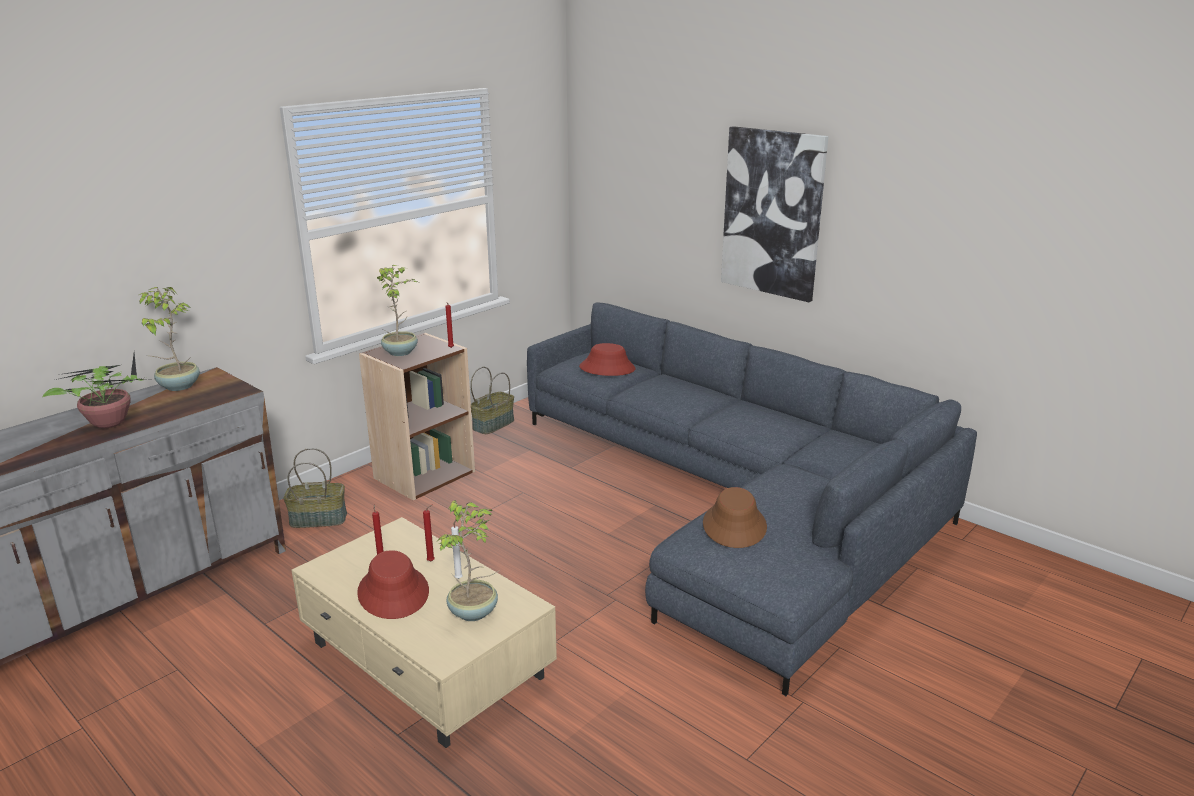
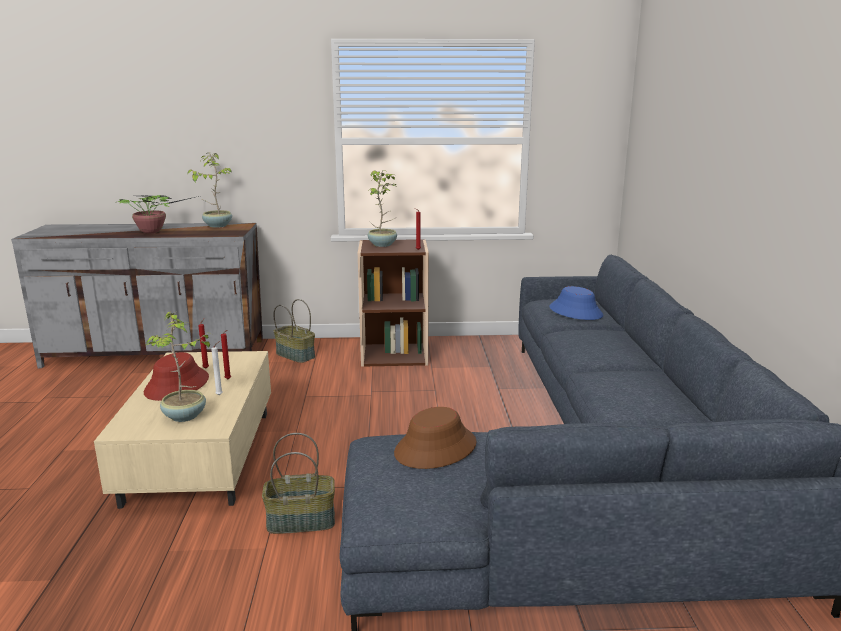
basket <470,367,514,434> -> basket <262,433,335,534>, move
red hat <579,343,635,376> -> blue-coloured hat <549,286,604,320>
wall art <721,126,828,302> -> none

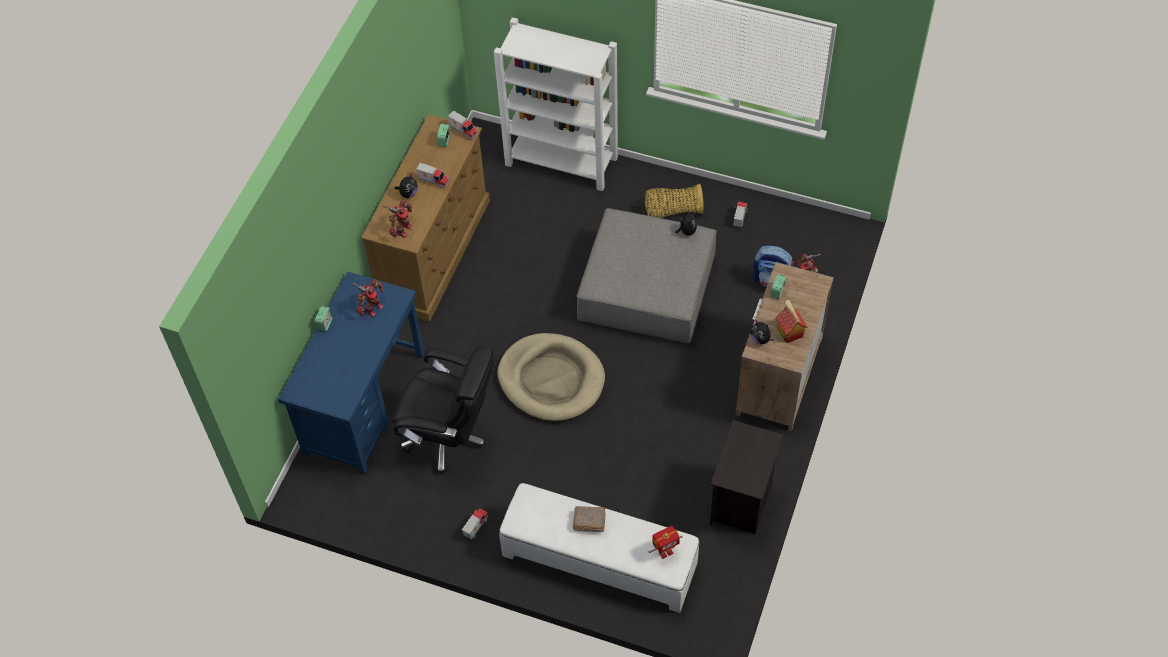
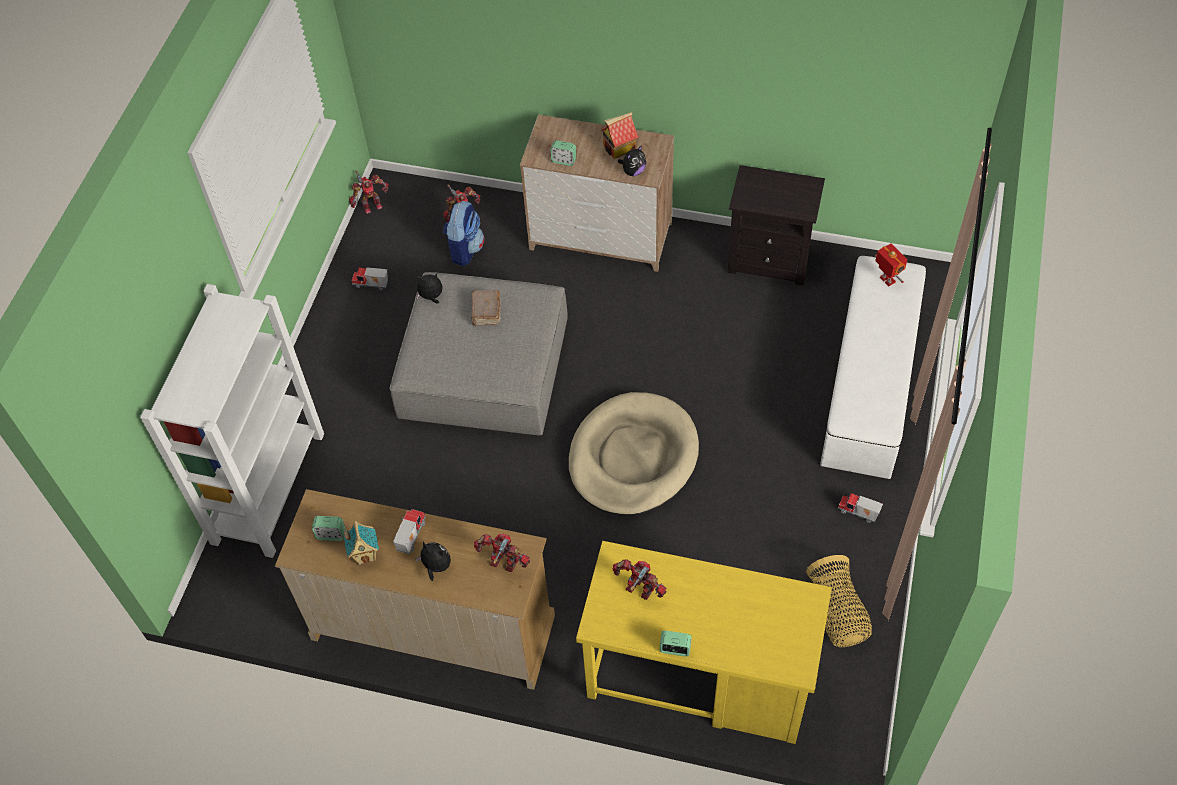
blue-coloured desk <278,272,424,474> -> yellowish desk <576,541,832,744>
black-coloured computer chair <392,346,494,473> -> none
toy lorry <448,111,478,140> -> none
brown-coloured bound book <573,506,606,532> -> brown-coloured bound book <471,290,500,326>, move
basket <645,184,704,218> -> basket <806,555,872,647>, move
none -> toy house <344,521,379,565>
none -> toy robot <349,171,389,214>

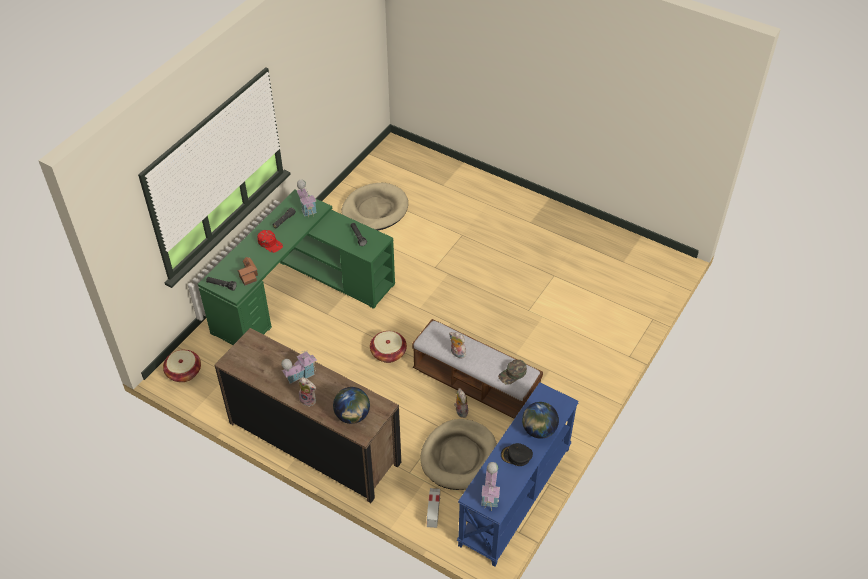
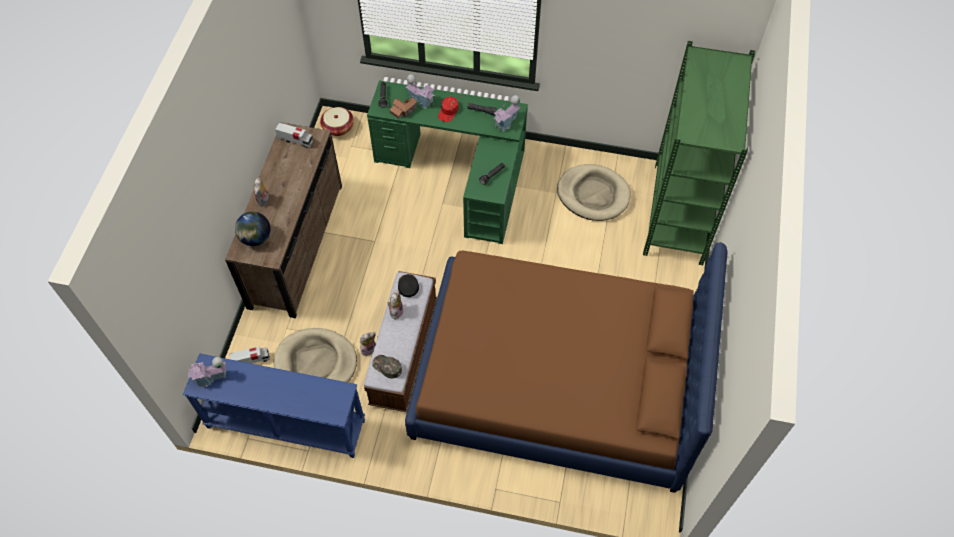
toy house <281,351,317,384> -> toy house <406,74,435,109>, move
basket <370,331,407,363> -> none
black-coloured peaked cap <501,443,533,466> -> black-coloured peaked cap <398,274,419,297>, move
globe <522,402,559,439> -> none
none -> toy lorry <275,122,313,148>
none -> brown-coloured bedroom bed <405,242,727,493>
none -> greenish bookshelf <643,41,755,265>

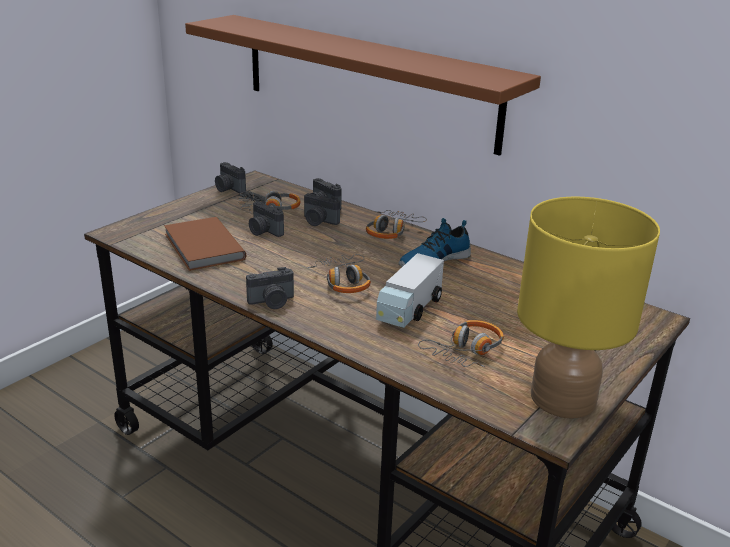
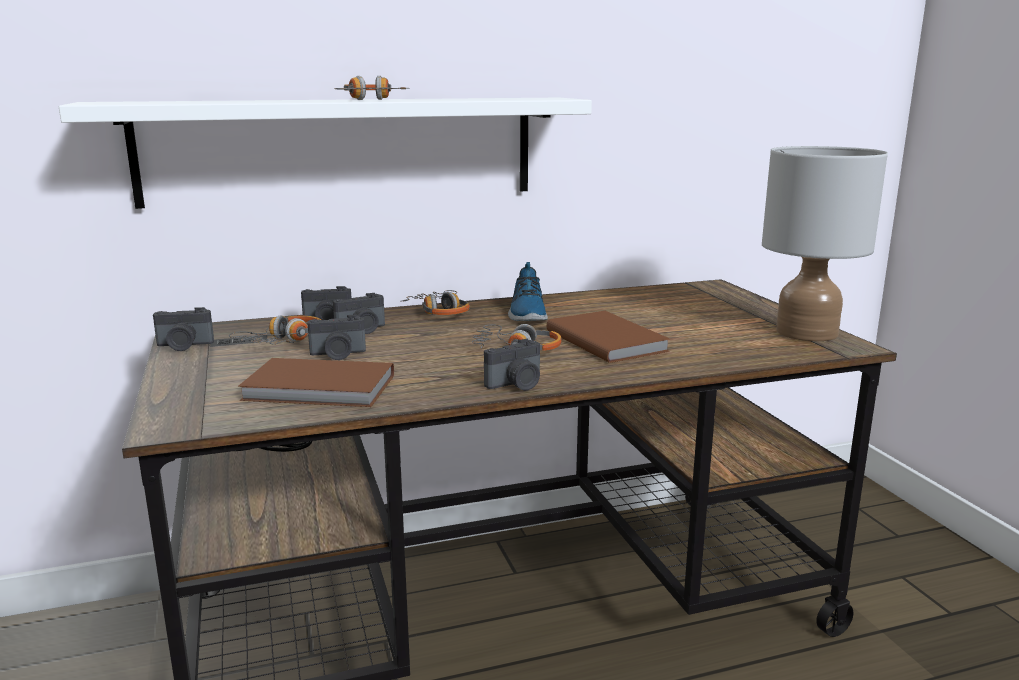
brown-coloured shelf <185,15,541,156> -> white-coloured shelf <59,98,592,209>
photo camera <246,267,294,309> -> photo camera <484,339,540,391>, 45 degrees clockwise
toy lorry <376,253,444,328> -> brown-coloured bound book <547,311,670,363>
pair of headphones <418,320,504,367> -> pair of headphones <334,76,410,100>, move
yellowish table lamp <517,197,660,418> -> grey table lamp <762,146,888,341>

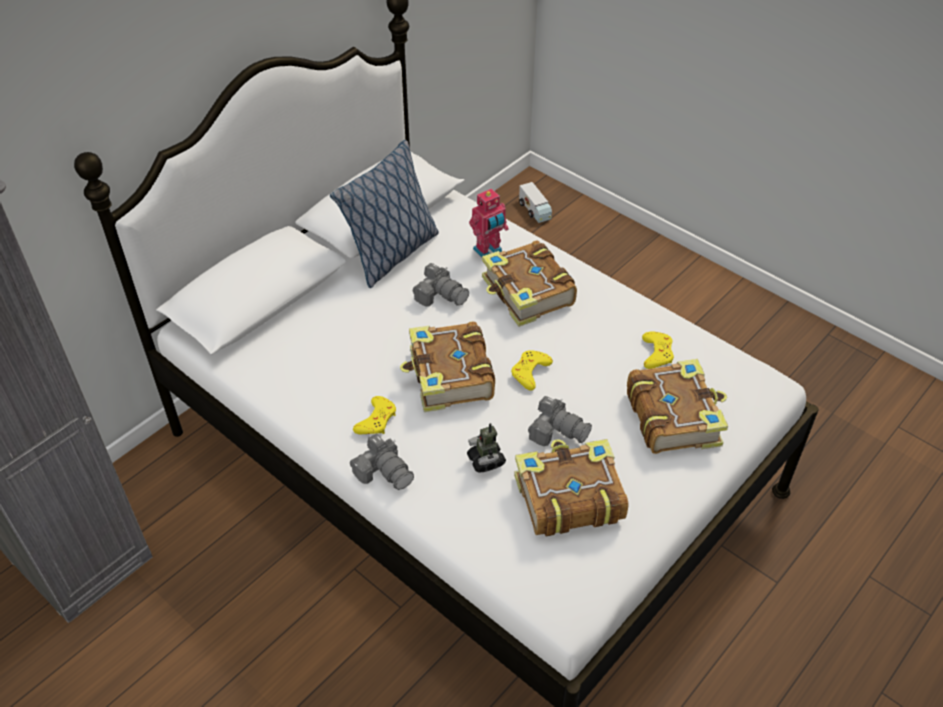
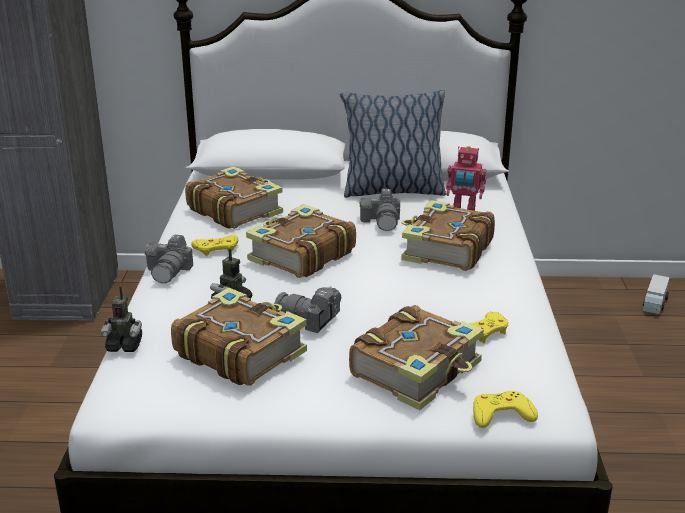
yellowish joypad <511,350,553,390> -> yellowish joypad <473,391,538,428>, move
photo camera <528,396,592,446> -> photo camera <274,286,341,333>, 120 degrees clockwise
none -> toy robot <101,286,142,352>
none -> bound book <185,166,283,229>

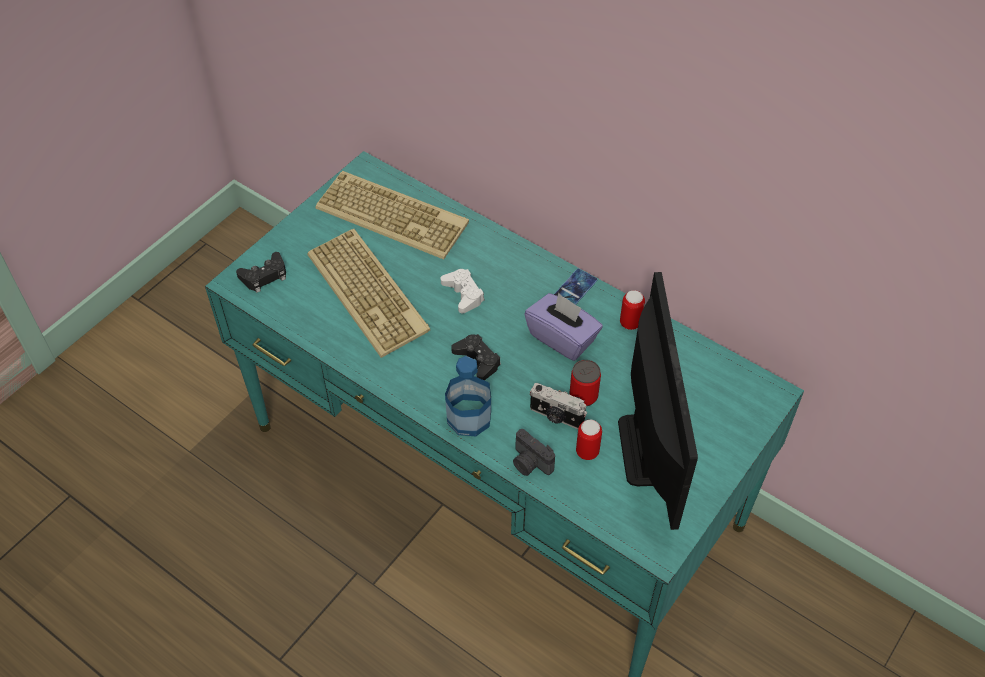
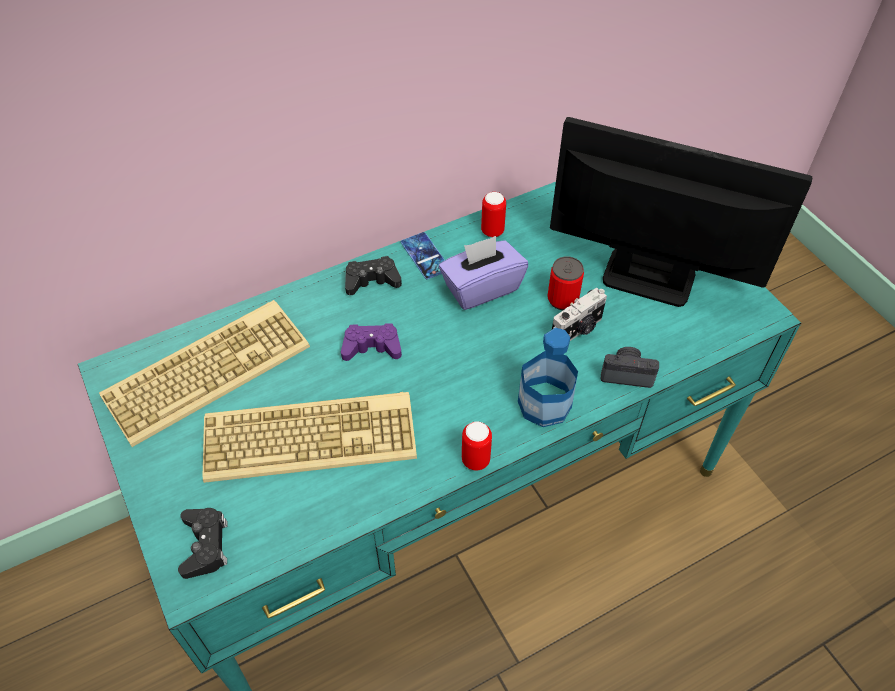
white-coloured joypad <441,269,485,313> -> purple-coloured joypad <341,323,402,361>
black-coloured joypad <451,334,501,380> -> black-coloured joypad <345,256,402,295>, move
photo camera <513,429,555,476> -> photo camera <601,347,659,388>, 150 degrees counterclockwise
metal can <576,419,602,460> -> metal can <462,421,492,471>, move

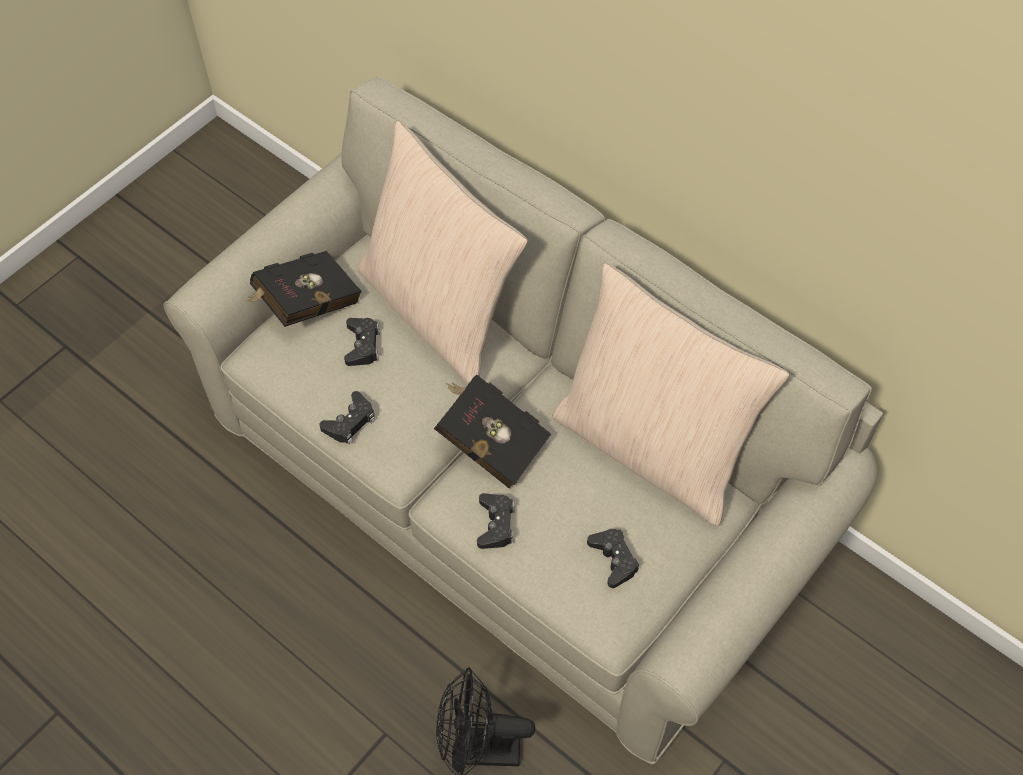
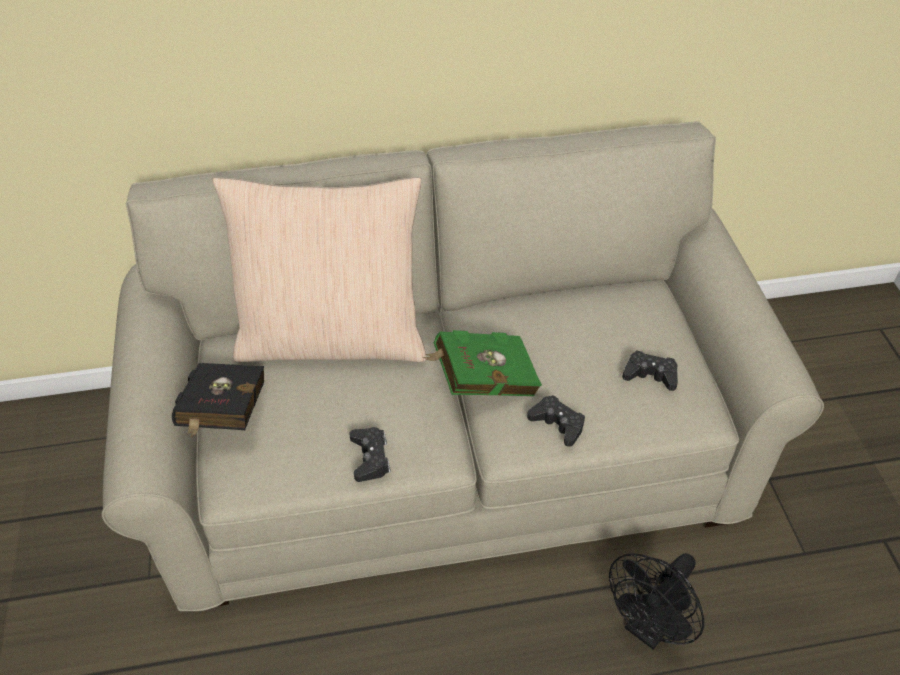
black-coloured joypad <344,318,380,366> -> none
black-coloured bound book <434,375,551,488> -> greenish bound book <423,330,542,396>
beige throw pillow <552,263,790,526> -> none

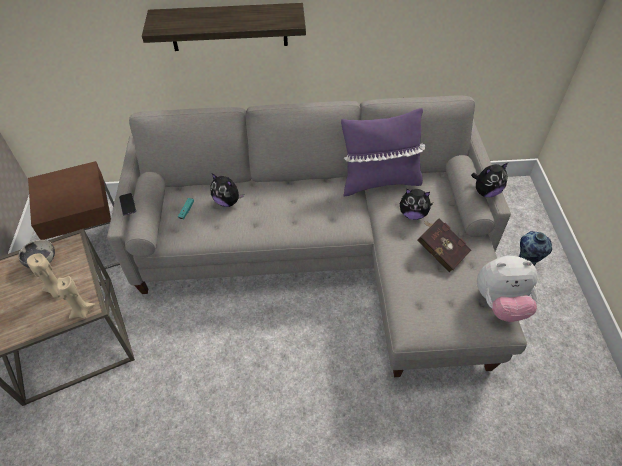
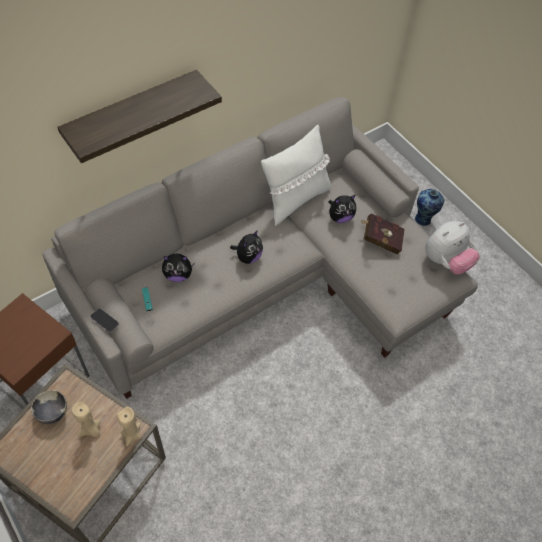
purple-coloured throw pillow <341,108,425,196> -> white-coloured throw pillow <261,125,331,226>
plush toy <471,163,508,197> -> plush toy <230,230,263,264>, move

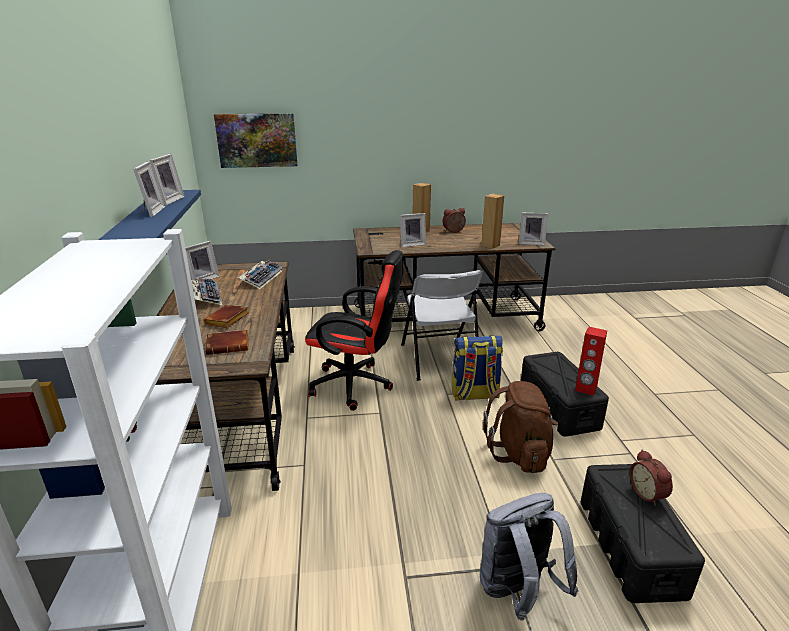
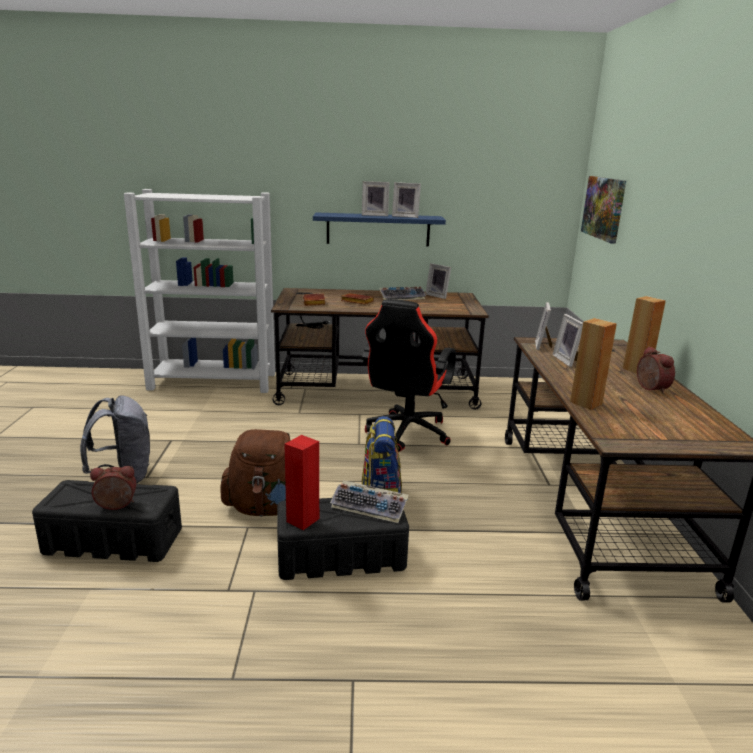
PC keyboard <238,260,282,289> -> PC keyboard <330,480,409,523>, move
white-coloured upright chair <401,270,483,381> -> none
picture frame <519,213,548,245> -> picture frame <535,302,552,350>, move

